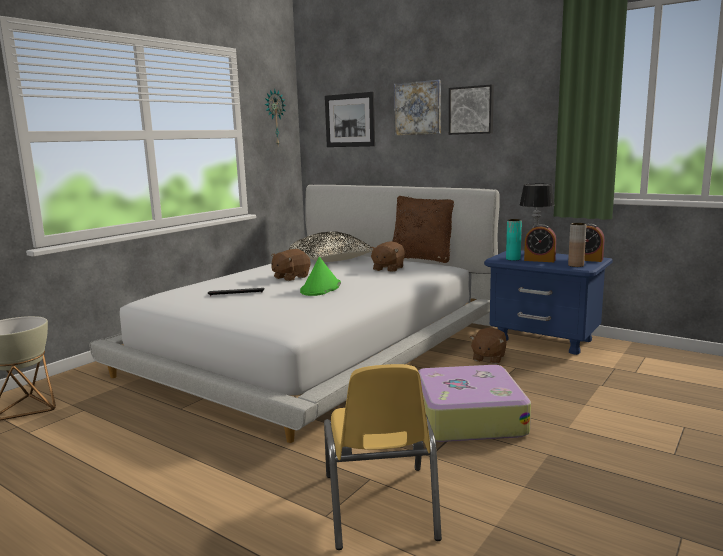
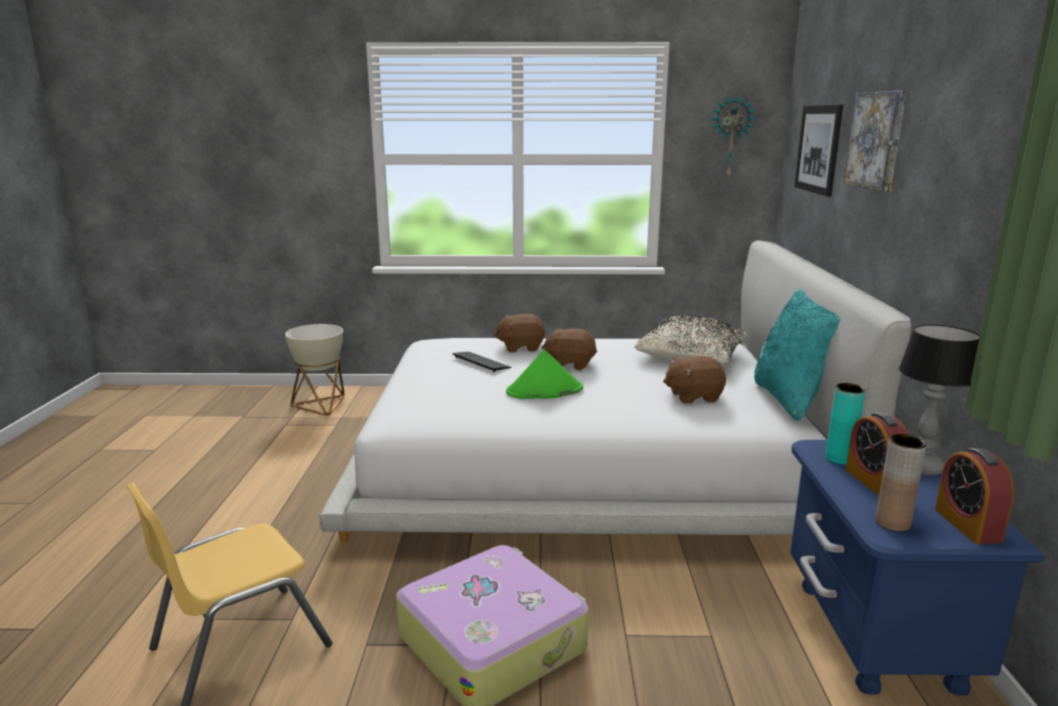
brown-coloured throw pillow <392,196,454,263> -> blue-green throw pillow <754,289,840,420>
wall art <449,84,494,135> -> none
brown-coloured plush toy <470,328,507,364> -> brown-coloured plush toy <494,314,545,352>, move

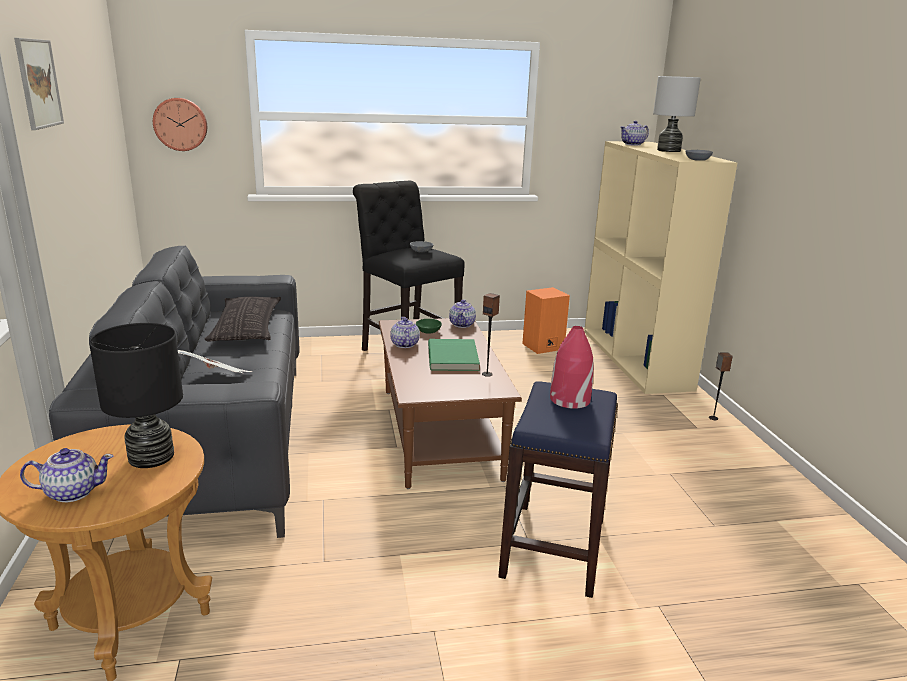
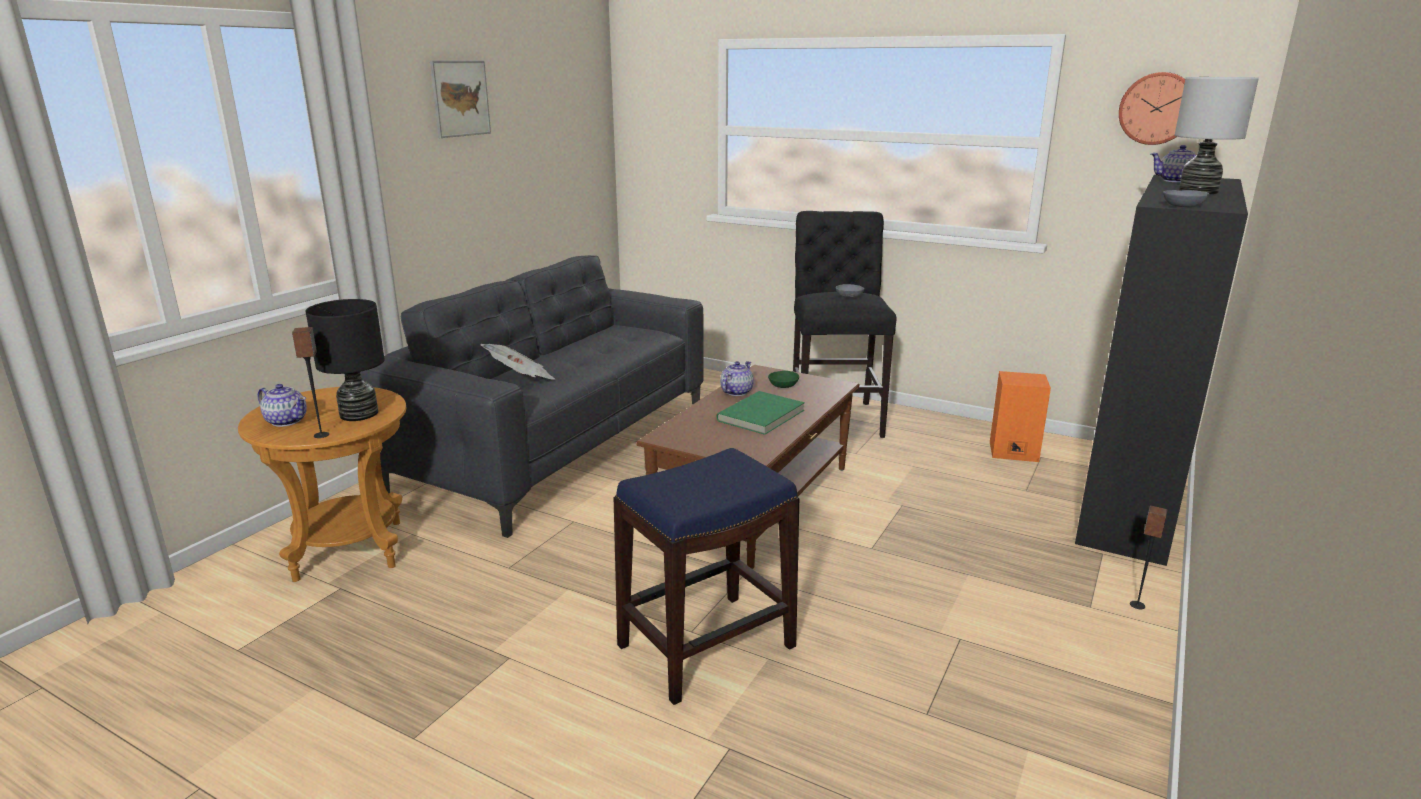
clock on the wall <153,98,207,151> -> clock on the wall <1119,72,1185,145>, move
throw pillow <204,297,281,342> -> none
teapot <449,300,476,328> -> none
audio speaker <482,293,500,377> -> audio speaker <292,327,329,438>, move
red decorative vase <550,326,594,409> -> none
beige bookshelf <584,141,737,394> -> black-coloured bookshelf <1075,175,1248,566>

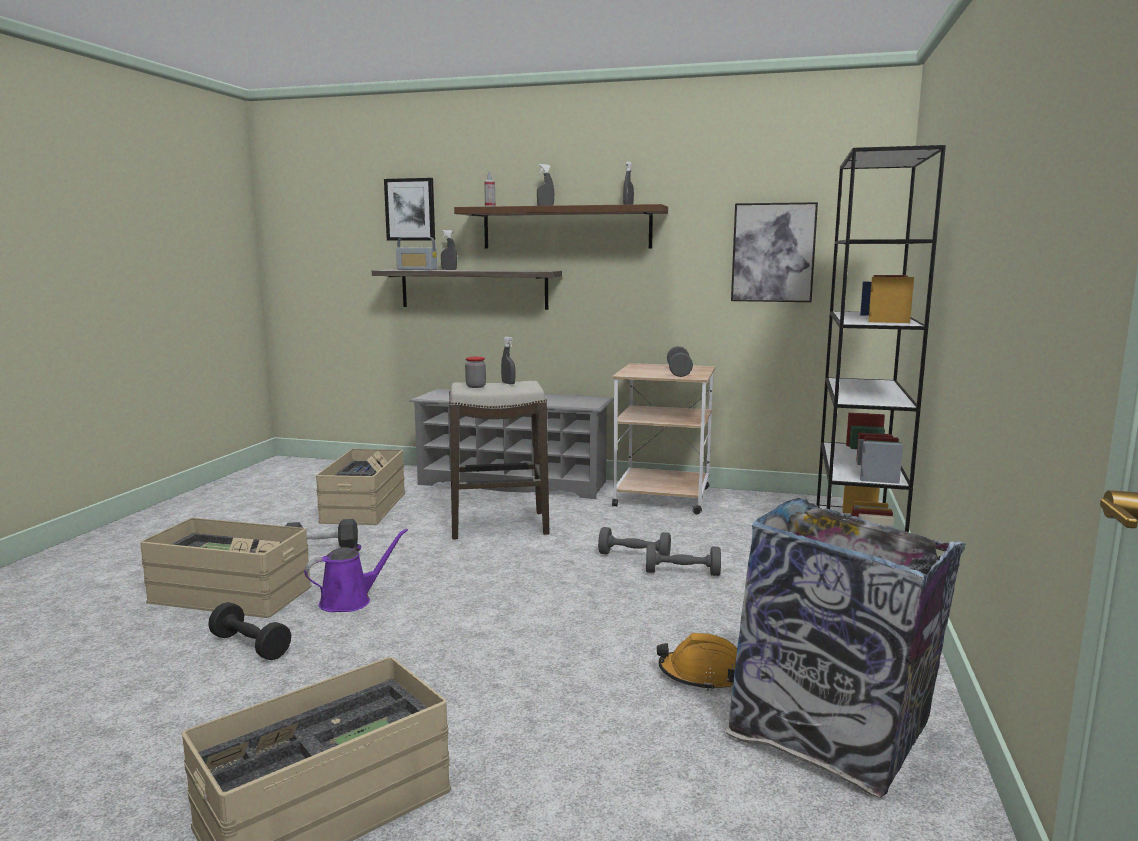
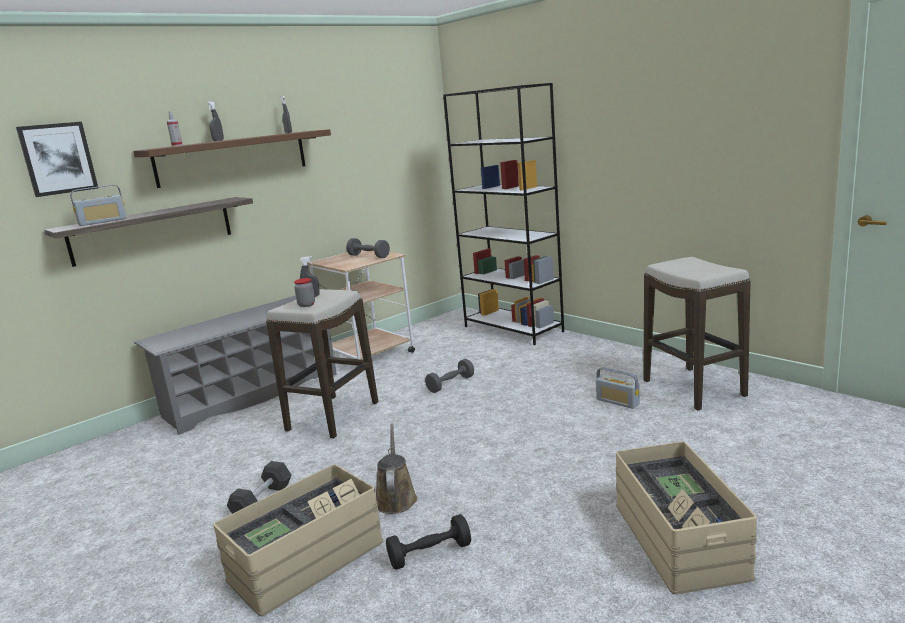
purple-coloured watering can <304,528,408,612> -> brown-coloured watering can <376,424,418,514>
beige storage container <315,449,405,525> -> none
grey sprayer <441,230,457,270> -> none
grey free weight <646,544,721,576> -> none
orange safety helmet <657,633,737,691> -> radio set <596,367,640,409>
trash can <724,498,966,798> -> stool <643,257,751,410>
wall art <731,202,818,302> -> none

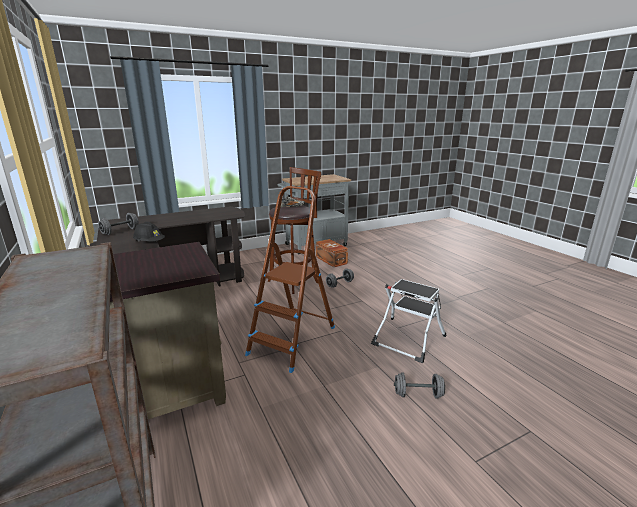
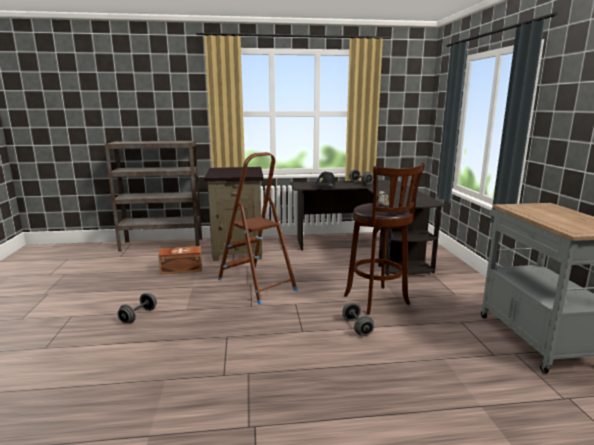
brown-coloured storage container <316,239,348,267> -> brown-coloured storage container <158,246,202,275>, move
step ladder <371,279,447,363> -> none

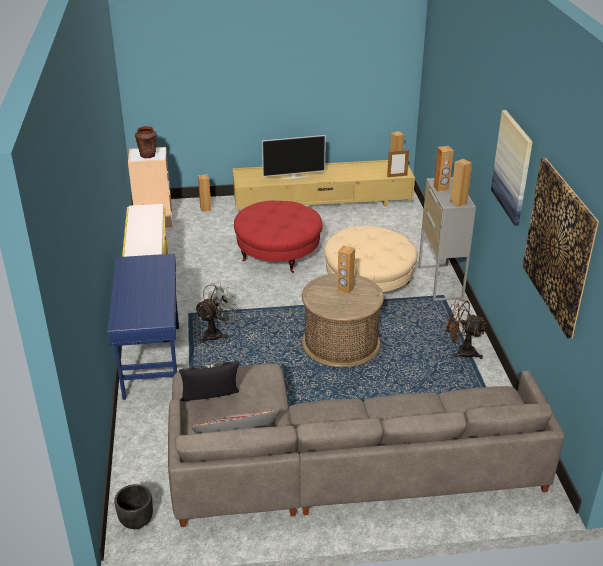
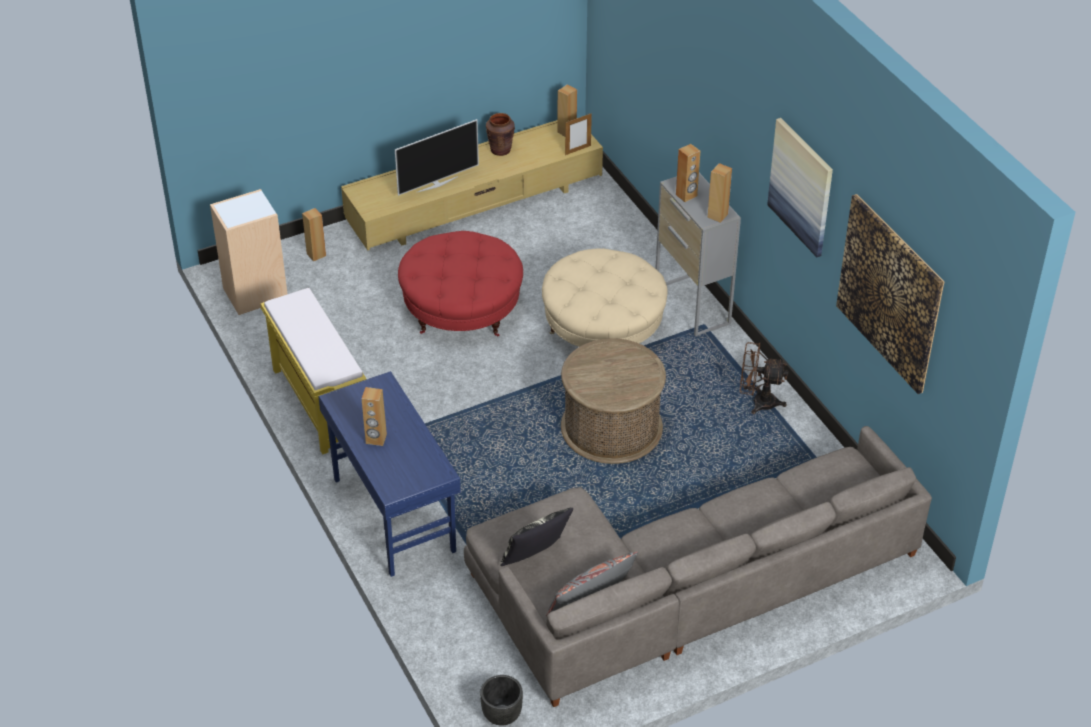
brown-coloured decorative vase <135,126,157,158> -> brown-coloured decorative vase <486,113,515,156>, move
grey electric fan <195,281,239,343> -> none
brown-coloured audio speaker <337,245,355,294> -> brown-coloured audio speaker <361,387,387,446>, move

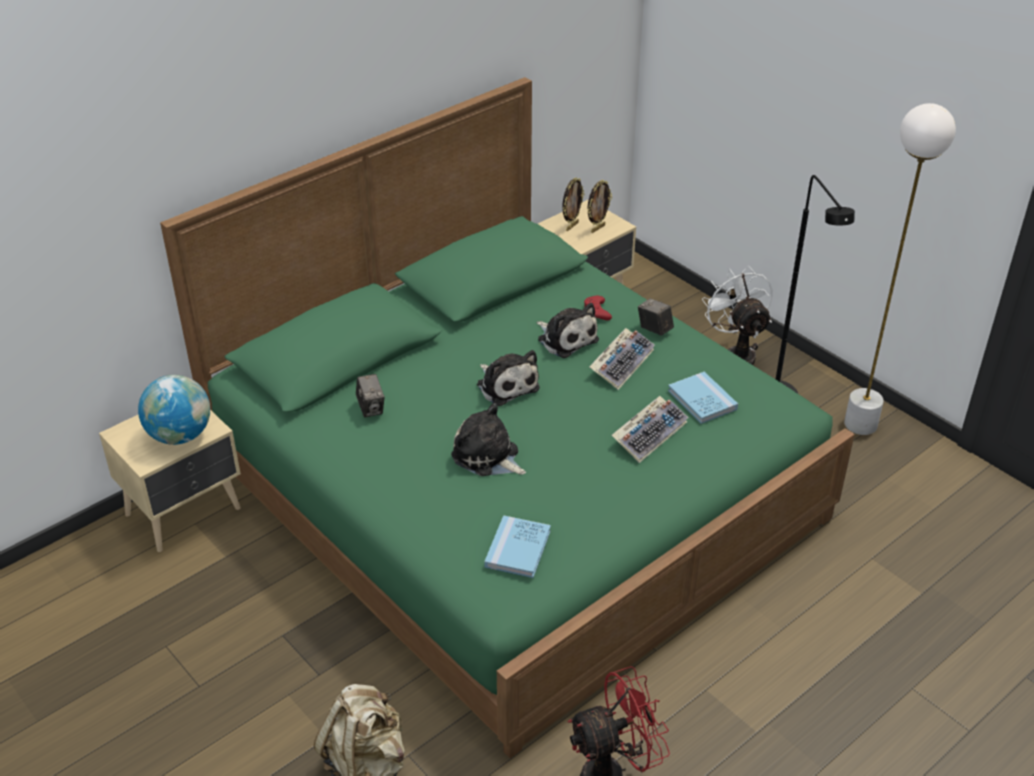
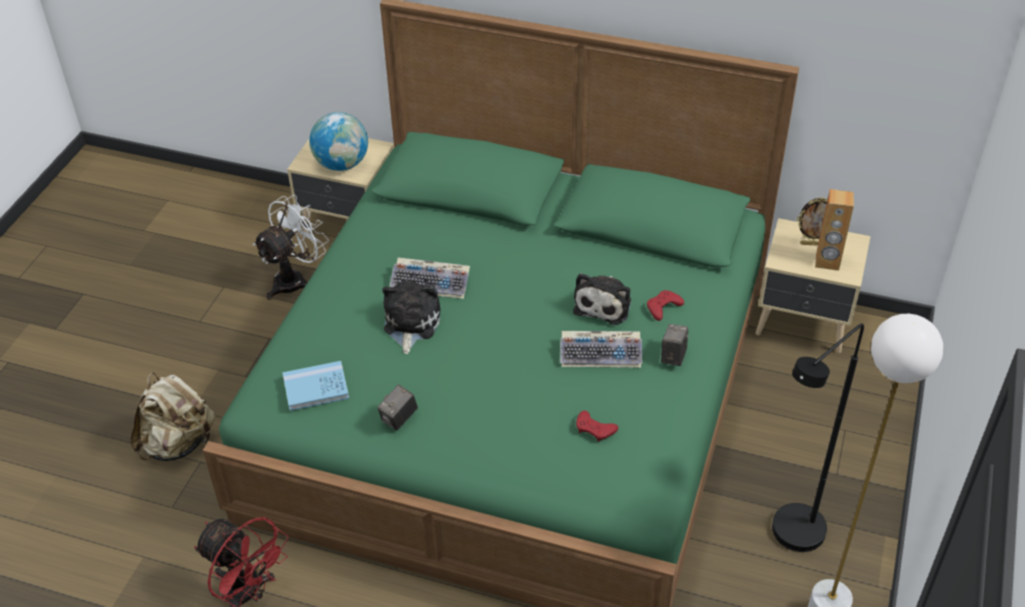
photo camera <356,374,385,417> -> photo camera <377,384,418,431>, move
plush toy <477,350,540,406> -> none
picture frame <588,180,612,233> -> brown-coloured audio speaker <815,189,854,271>
PC keyboard <612,396,688,463> -> PC keyboard <389,257,470,299>, move
blue-coloured bound book <668,372,738,424> -> red joypad <576,411,618,442>
white-coloured electric fan <702,266,773,365> -> white-coloured electric fan <253,195,329,300>, move

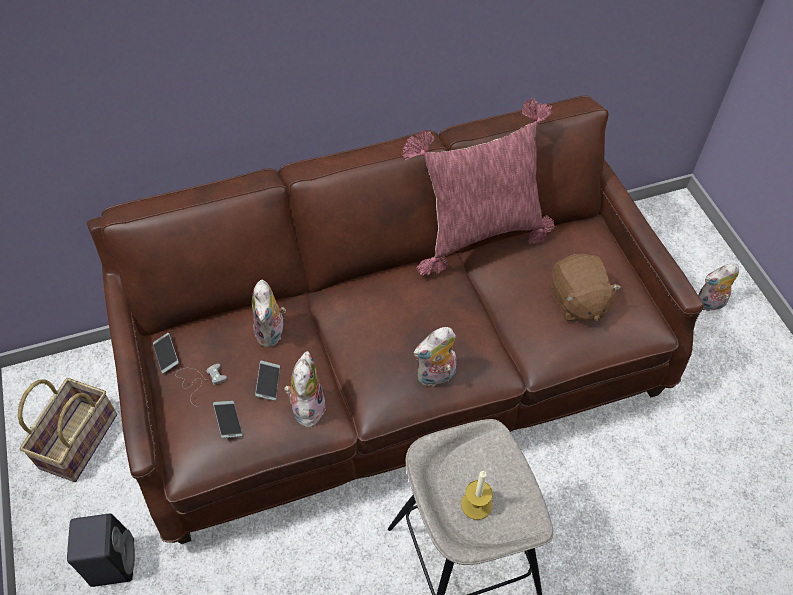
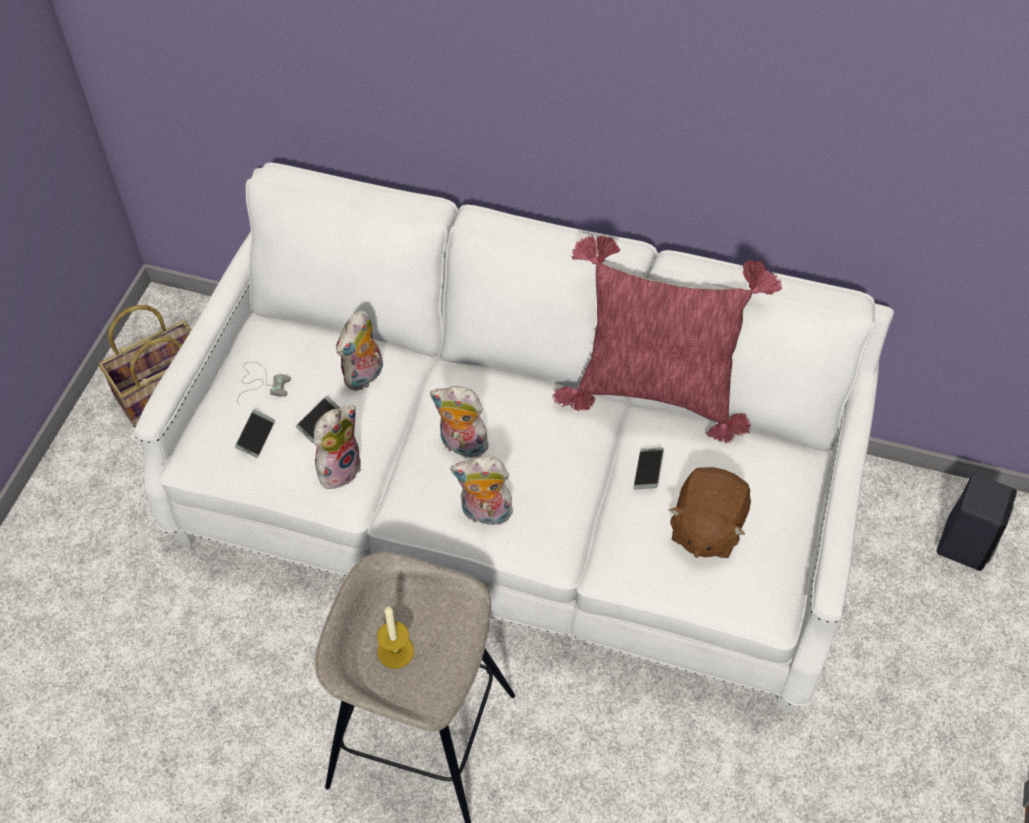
black-coloured audio speaker <67,514,135,587> -> black-coloured audio speaker <936,474,1017,571>, move
brown-coloured settee <87,95,704,544> -> white-coloured settee <134,163,894,712>
handset <153,333,179,374> -> handset <633,447,664,489>, move
plush toy <698,264,739,311> -> plush toy <430,386,489,458>, move

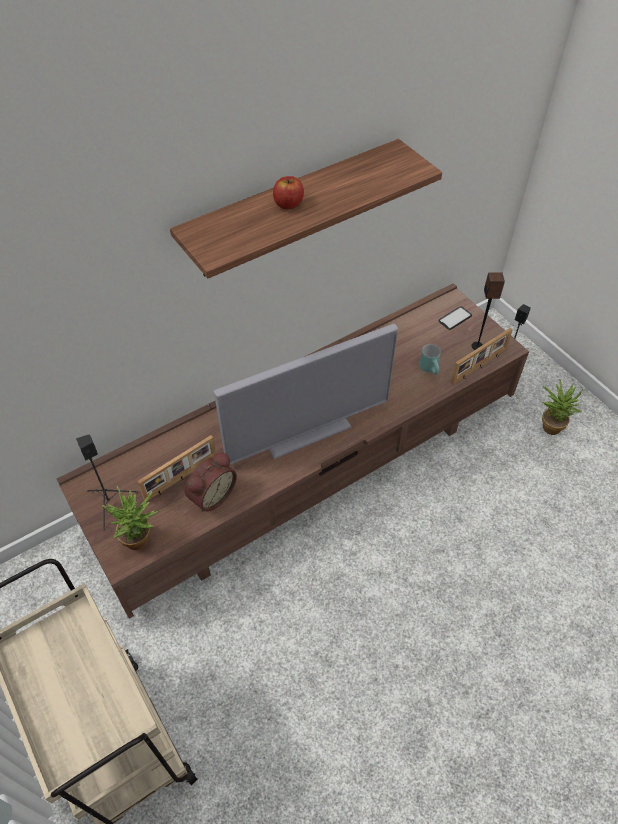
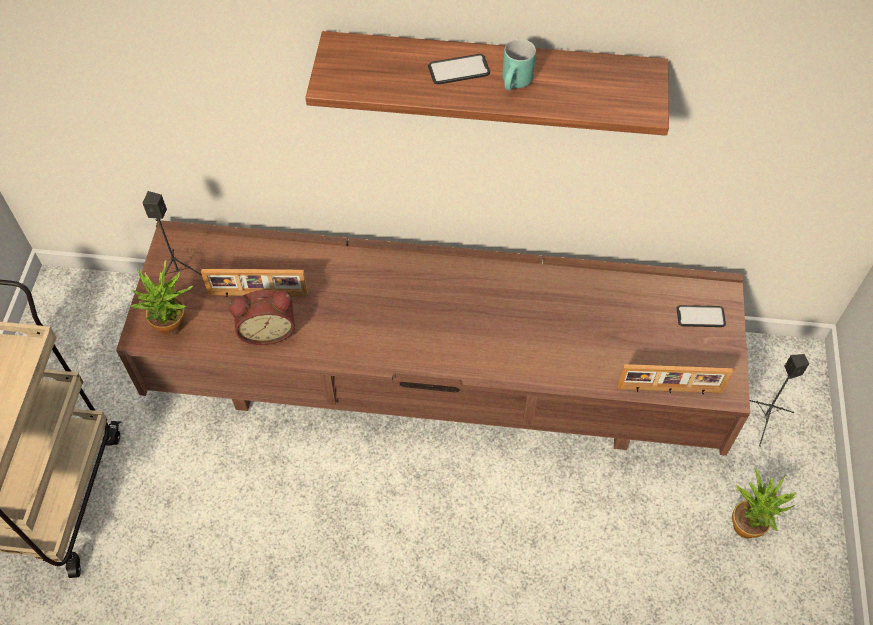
TV <214,324,398,465> -> none
apple <273,176,304,209> -> handset <428,54,490,84>
blue-green coffee mug <419,344,441,375> -> blue-green coffee mug <502,39,536,91>, move
audio speaker <472,272,505,350> -> none

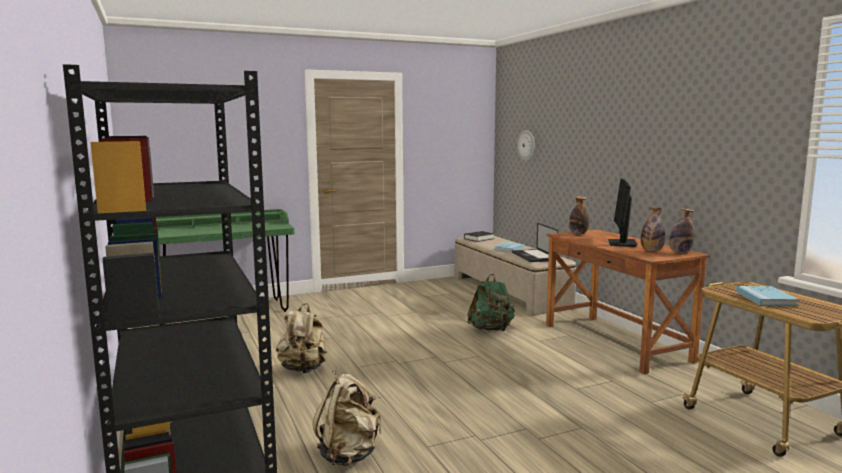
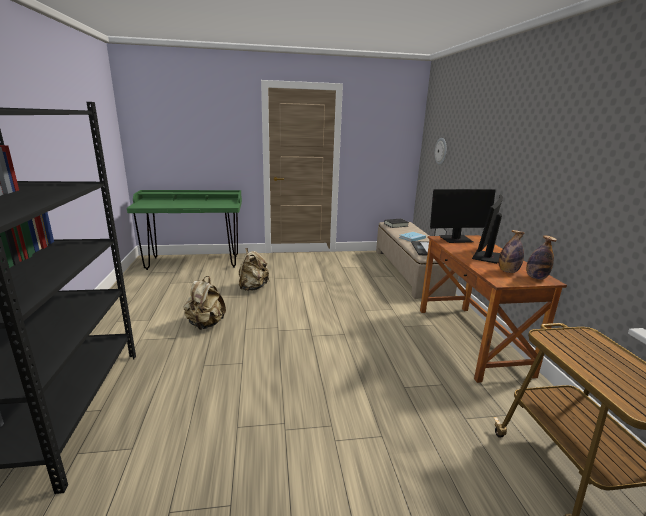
beige backpack <313,370,381,466> -> beige backpack <239,248,269,291>, move
greenish backpack <467,274,515,331> -> none
beverage bottle <569,196,589,235> -> monitor <430,189,496,243>
blue-coloured bound book <736,286,799,306> -> none

